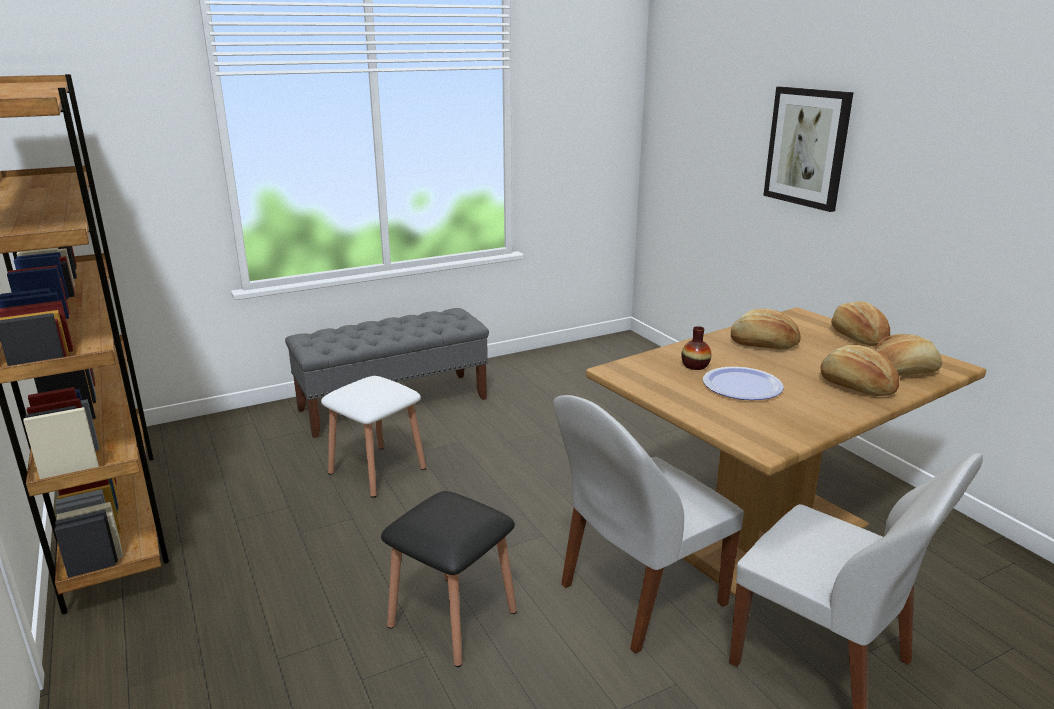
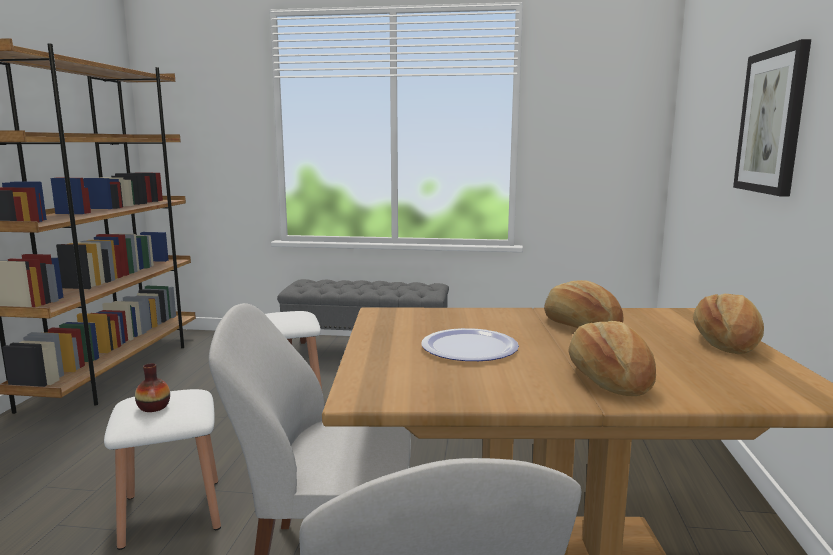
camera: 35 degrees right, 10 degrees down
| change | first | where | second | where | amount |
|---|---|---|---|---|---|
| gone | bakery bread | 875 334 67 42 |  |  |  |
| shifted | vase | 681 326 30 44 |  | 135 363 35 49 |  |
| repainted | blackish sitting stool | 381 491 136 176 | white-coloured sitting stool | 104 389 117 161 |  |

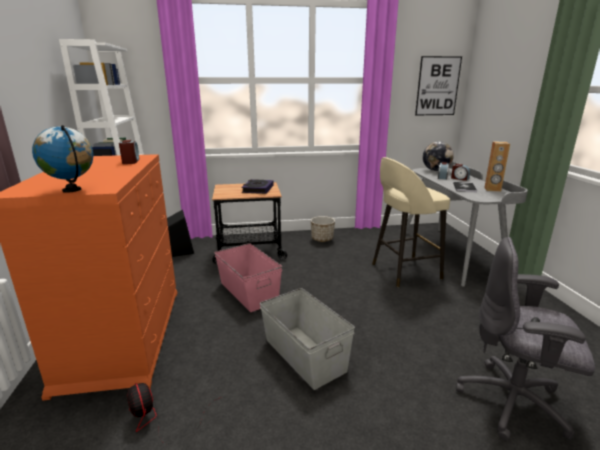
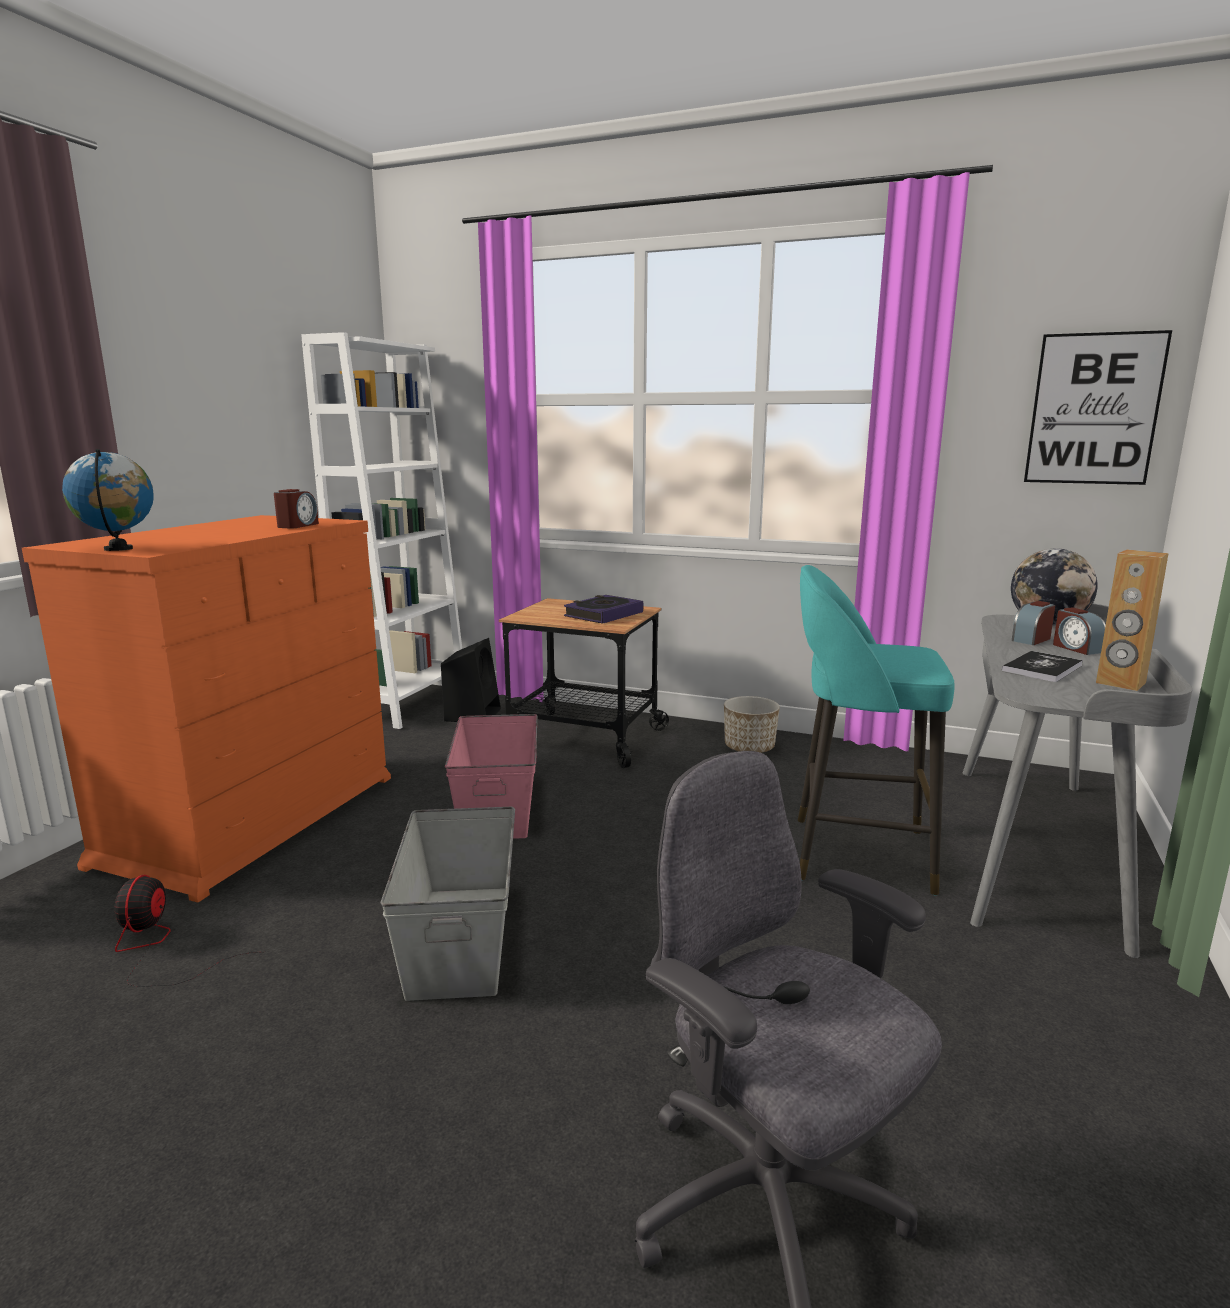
camera: 30 degrees right, 5 degrees down
| change | first | where | second | where | amount |
|---|---|---|---|---|---|
| repainted | sand-coloured sitting stool | 372 157 78 130 | turquoise sitting stool | 798 565 157 330 |  |

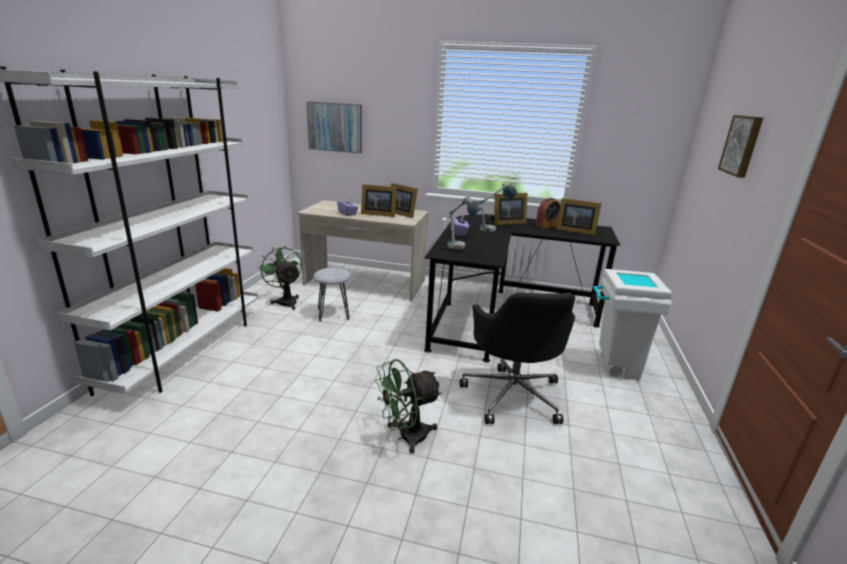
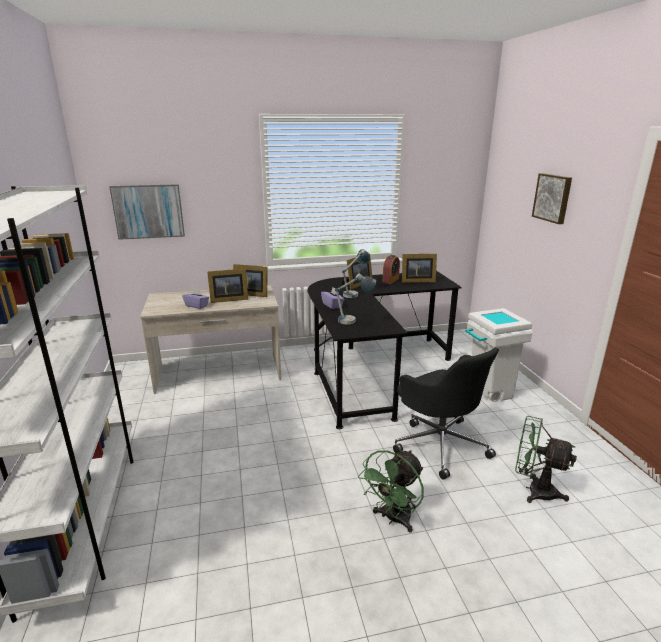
camera: 25 degrees left, 0 degrees up
| change | first | where | second | where | amount |
|---|---|---|---|---|---|
| gone | gray sitting stool | 313 268 38 54 |  |  |  |
| shifted | greenish electric fan | 258 246 44 64 |  | 515 416 62 87 |  |

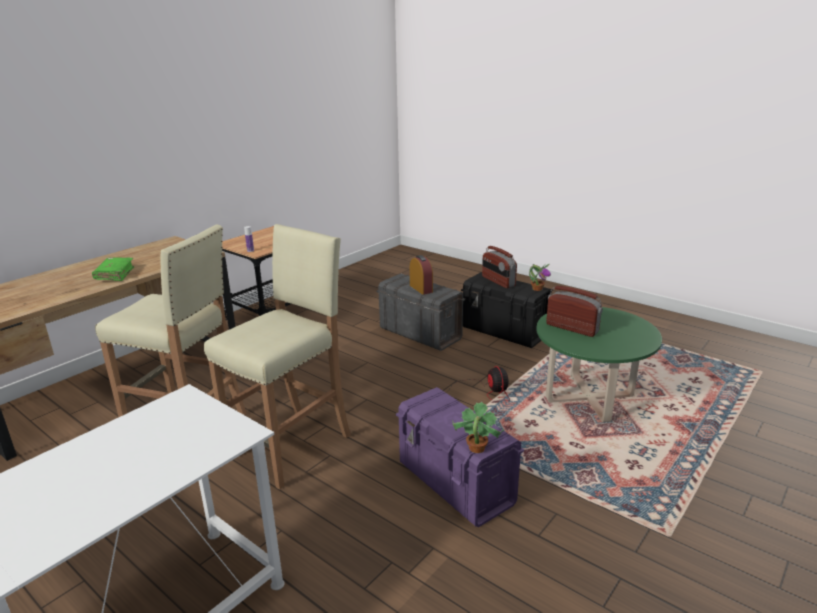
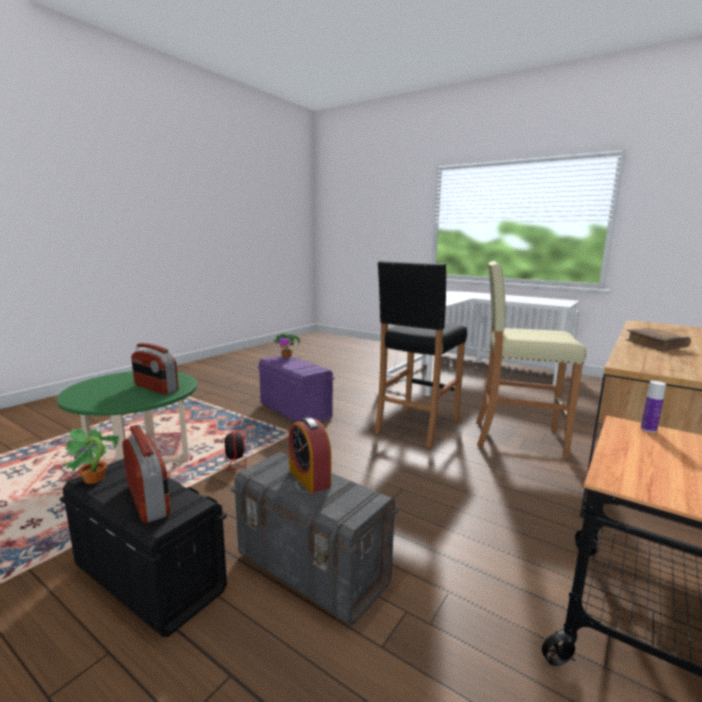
camera: 175 degrees right, 10 degrees down
| change | first | where | second | where | amount |
|---|---|---|---|---|---|
| repainted | greenish book | 92 257 42 24 | brownish book | 626 328 65 23 |  |
| repainted | sand-coloured sitting stool | 204 224 147 266 | blackish sitting stool | 375 261 92 187 |  |

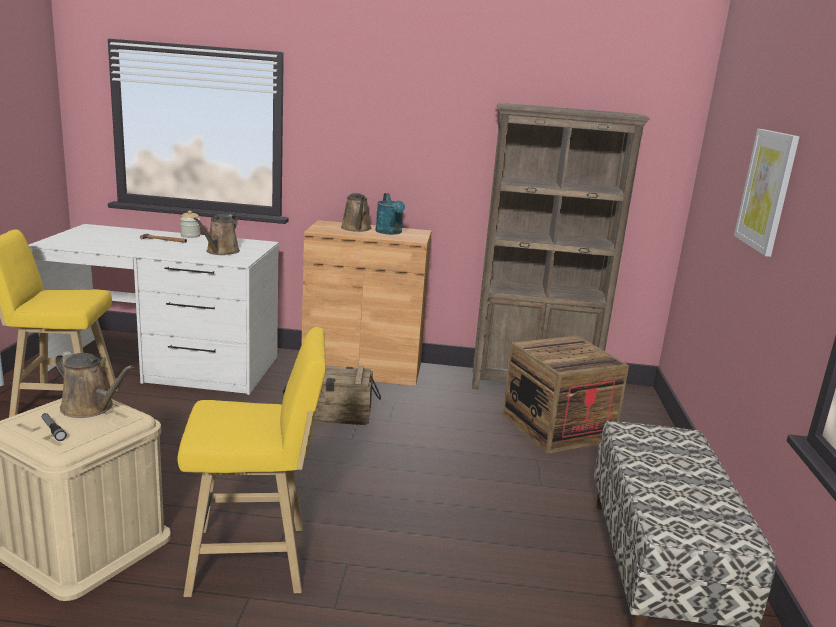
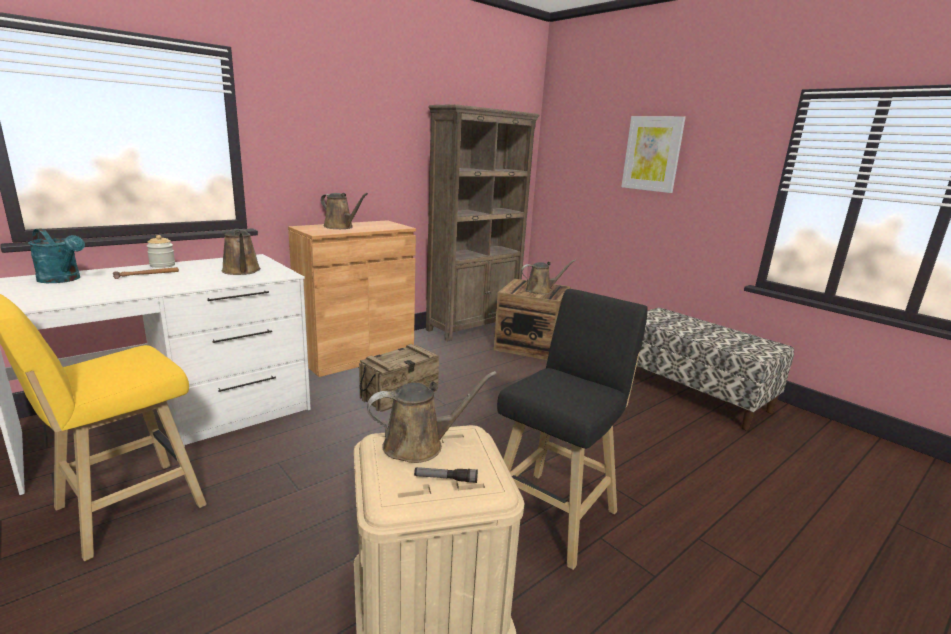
camera: 45 degrees left, 0 degrees up
| change | first | where | second | where | amount |
|---|---|---|---|---|---|
| new |  |  | brownish sprinkling can | 521 260 55 34 |  |
| shifted | turquoise sprinkling can | 375 193 30 42 |  | 28 228 57 55 |  |
| repainted | yellow-coloured sitting stool | 177 327 149 270 | blackish sitting stool | 497 289 151 281 |  |

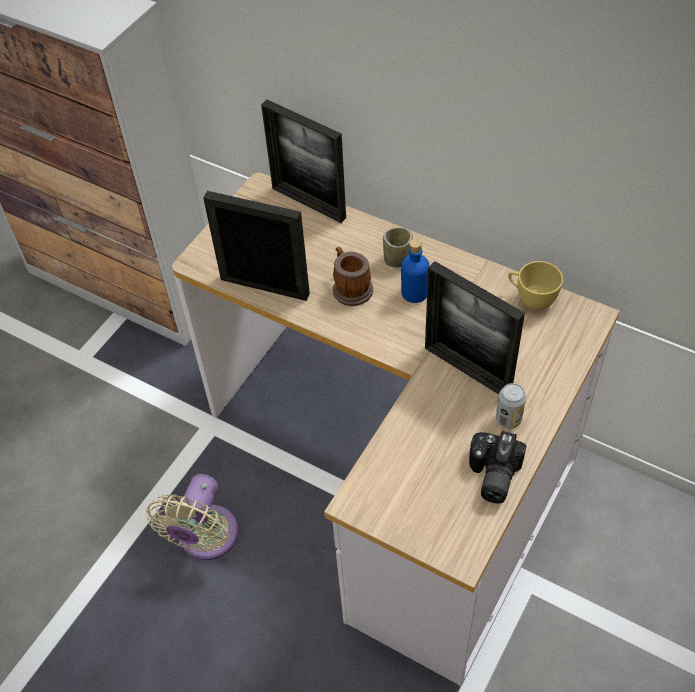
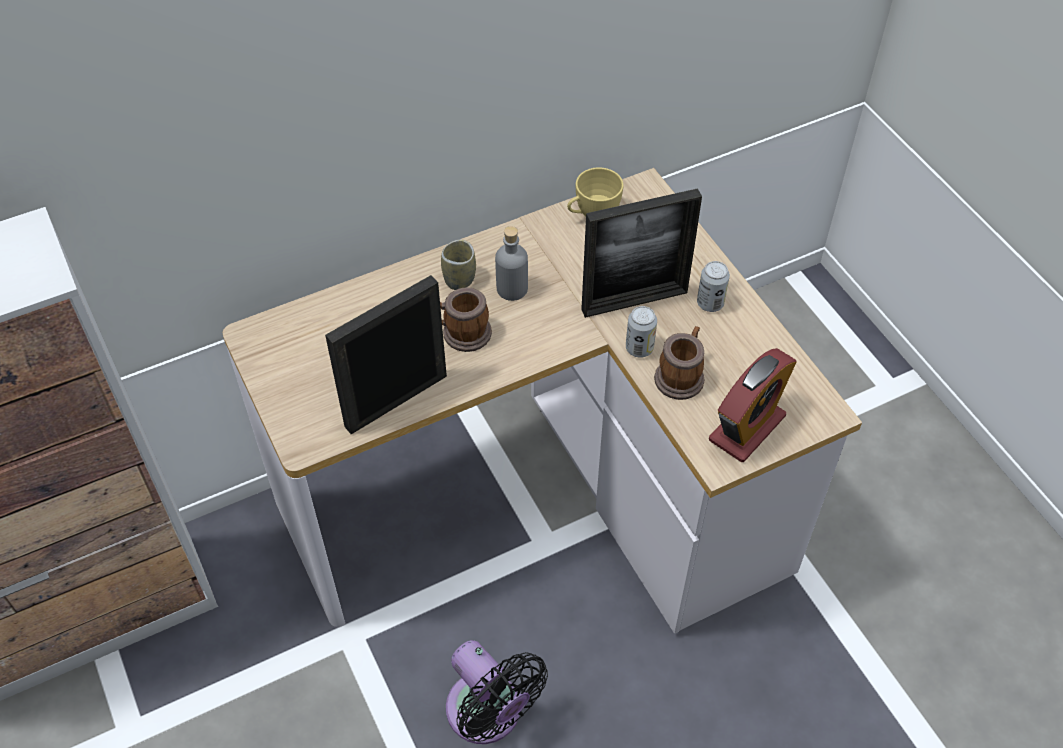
camera: 60 degrees left, 0 degrees up
| change | first | where | second | where | amount |
|---|---|---|---|---|---|
| gone | picture frame | 261 100 85 123 |  |  |  |
| gone | still camera | 469 431 58 72 |  |  |  |
| new |  |  | can | 626 306 31 52 |  |
| new |  |  | mug | 654 326 50 74 |  |
| new |  |  | bedside clock | 709 348 88 114 |  |
| repainted | sand-coloured electric fan | 146 474 93 86 | blackish electric fan | 446 640 102 104 |  |
| repainted | blue drink bottle | 401 239 28 64 | gray drink bottle | 495 226 33 75 |  |

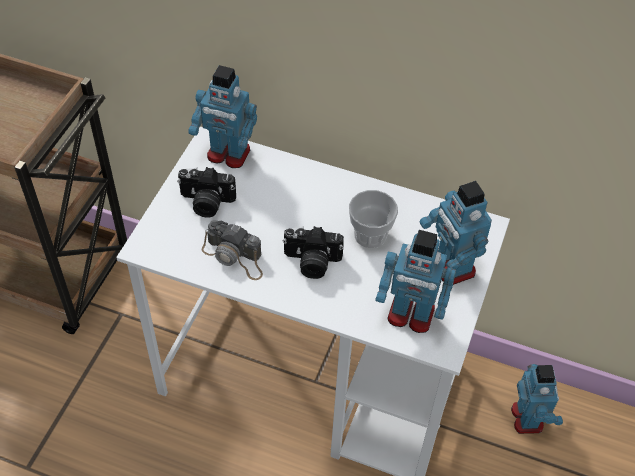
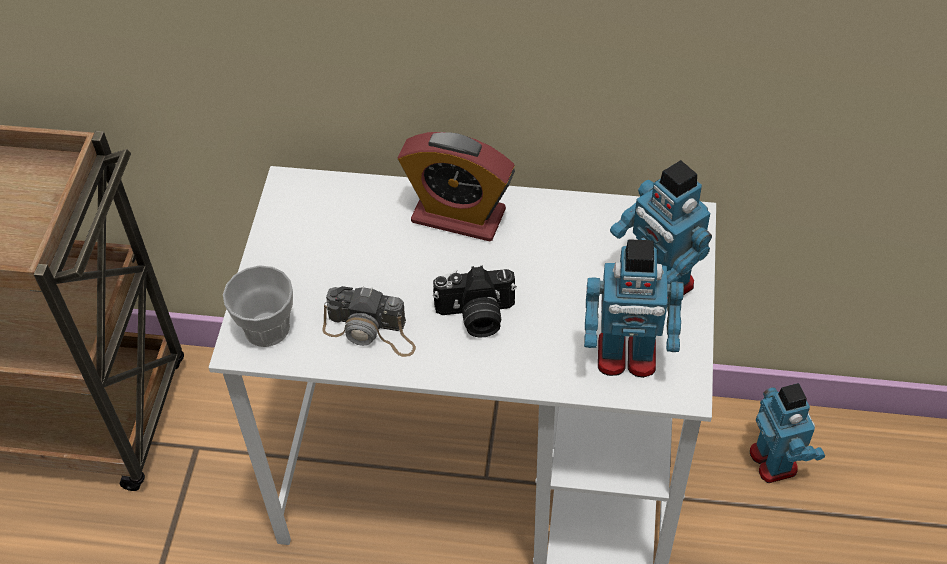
camera: 10 degrees left, 0 degrees up
| change | first | where | second | where | amount |
|---|---|---|---|---|---|
| gone | still camera | 177 167 59 51 |  |  |  |
| gone | model robot | 188 65 69 103 |  |  |  |
| new |  |  | bedside clock | 398 132 117 110 |  |
| shifted | drinking cup | 349 190 49 58 |  | 223 265 70 82 |  |

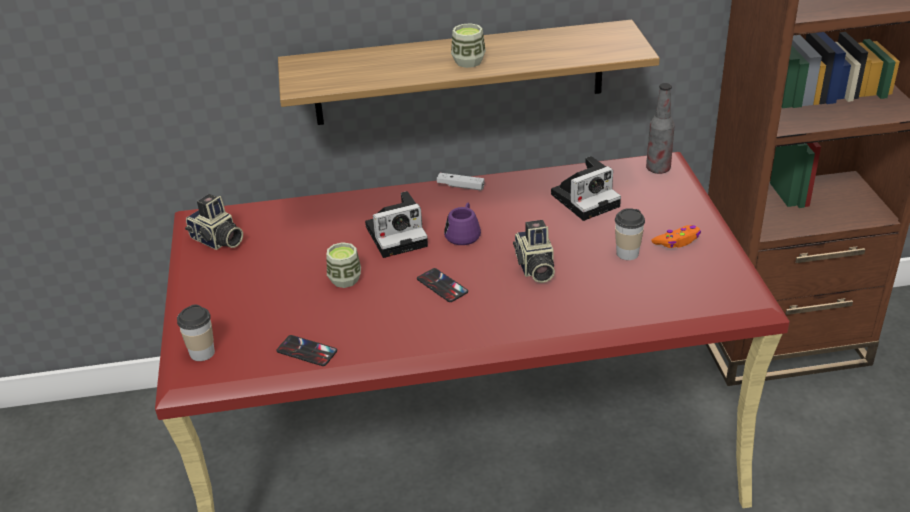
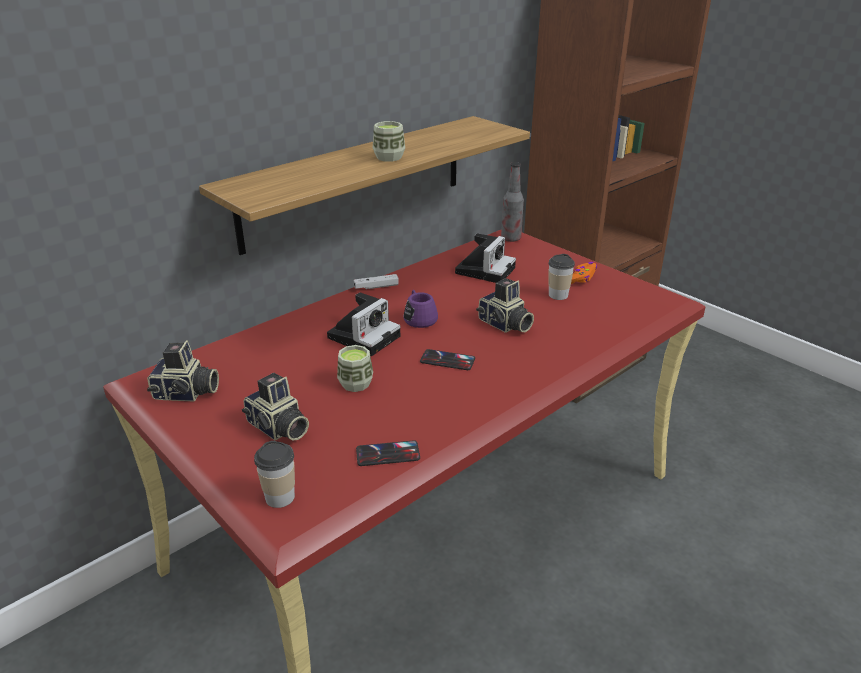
camera: 35 degrees left, 5 degrees down
| change | first | where | second | where | amount |
|---|---|---|---|---|---|
| new |  |  | still camera | 242 373 67 68 |  |

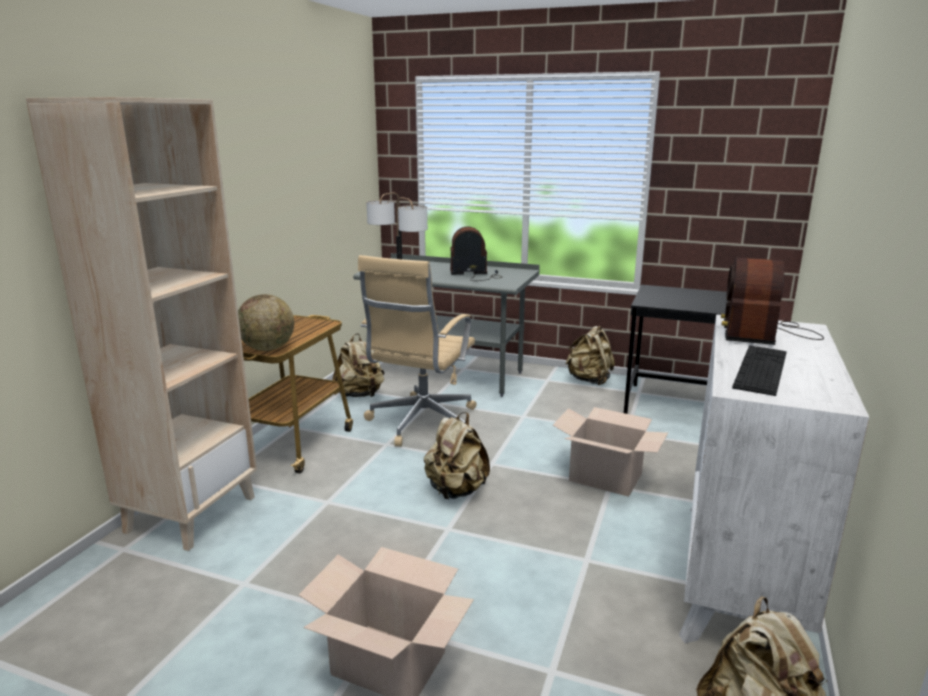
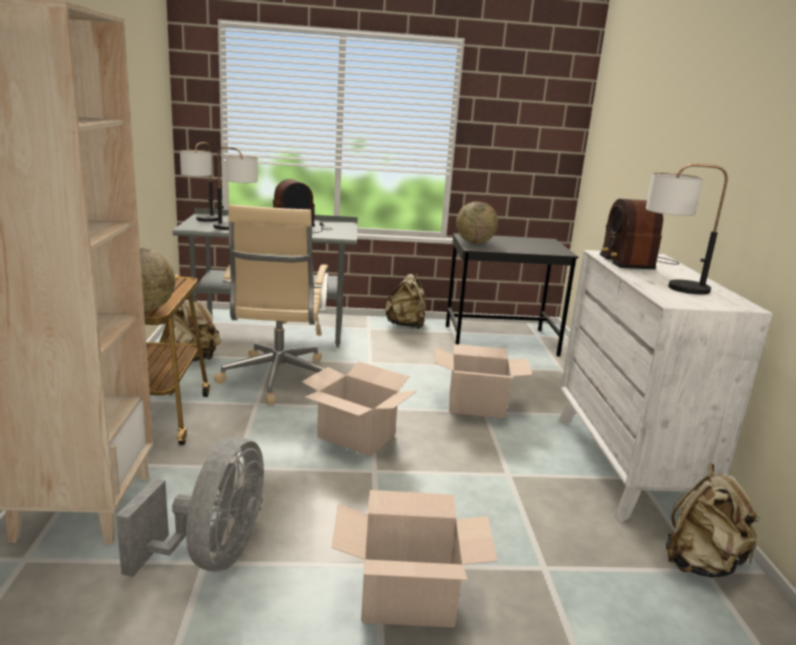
camera: 25 degrees left, 0 degrees up
| change | first | where | second | where | amount |
|---|---|---|---|---|---|
| new |  |  | gray electric fan | 116 437 148 140 |  |
| new |  |  | globe | 456 201 42 43 |  |
| swapped | sand-coloured knapsack | 424 412 66 87 | carton | 301 361 116 96 |  |
| swapped | PC keyboard | 732 345 55 51 | lamp for a table | 646 164 82 131 |  |

